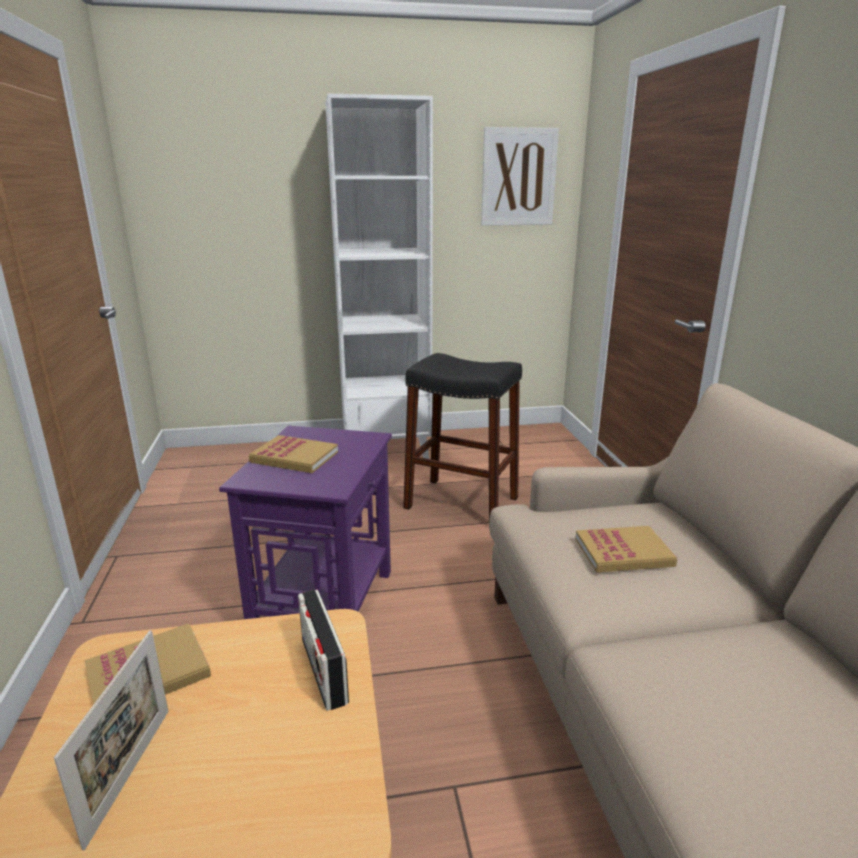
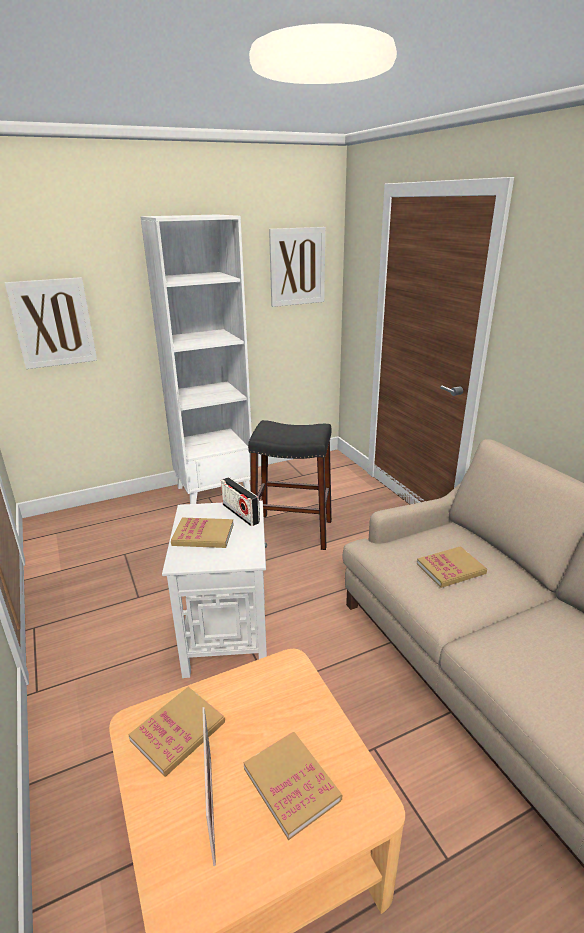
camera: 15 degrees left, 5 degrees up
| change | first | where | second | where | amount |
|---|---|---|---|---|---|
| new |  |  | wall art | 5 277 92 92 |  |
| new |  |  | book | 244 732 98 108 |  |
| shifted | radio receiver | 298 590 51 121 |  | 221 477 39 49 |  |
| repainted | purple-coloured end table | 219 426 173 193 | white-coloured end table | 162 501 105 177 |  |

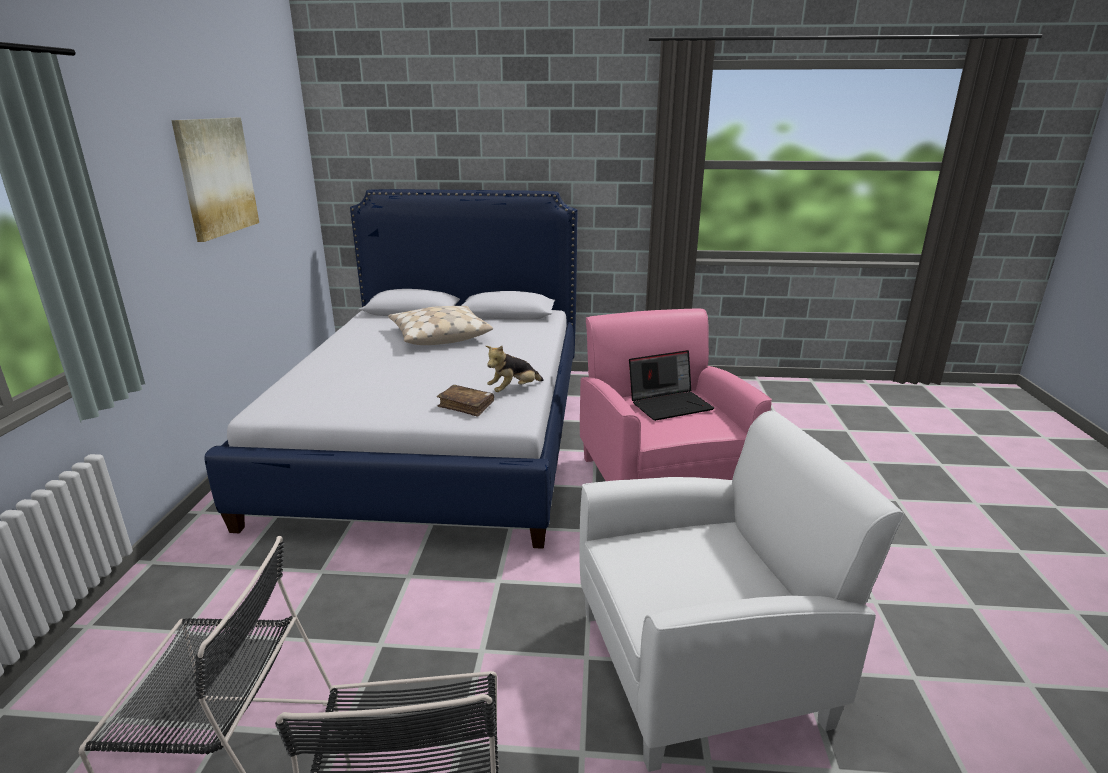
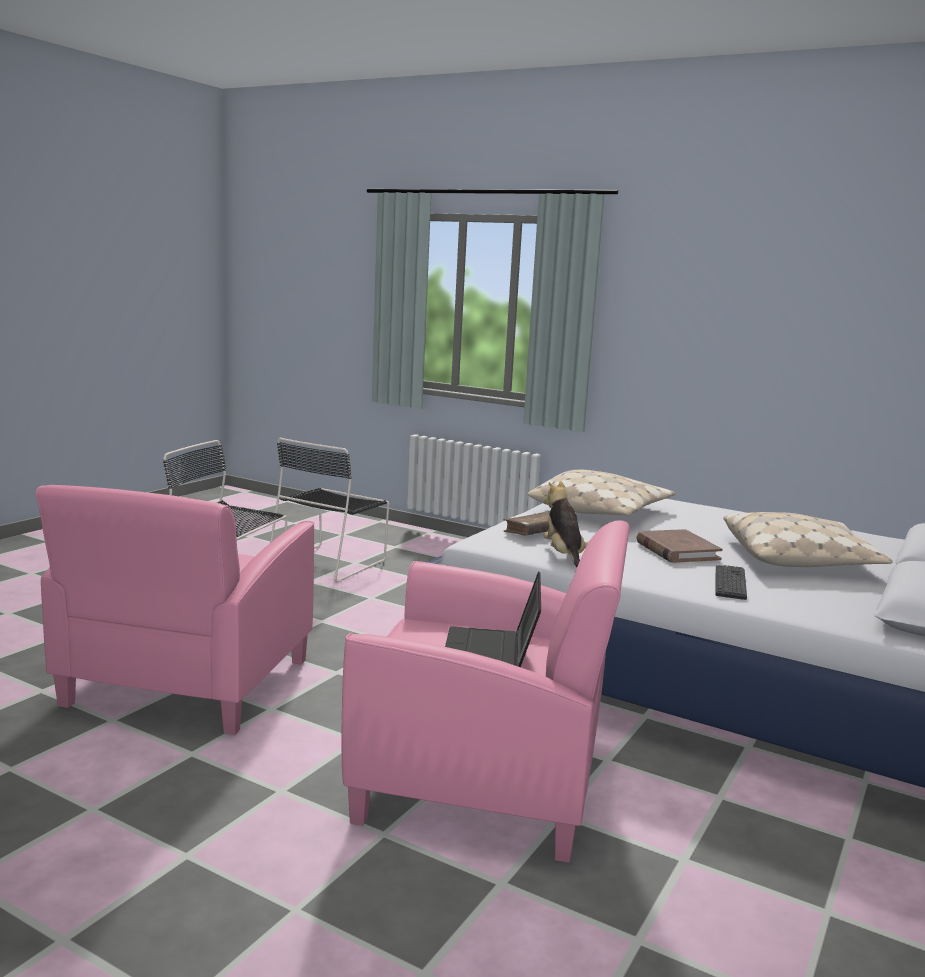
camera: 115 degrees right, 10 degrees down
| change | first | where | second | where | amount |
|---|---|---|---|---|---|
| gone | wall art | 171 118 88 124 |  |  |  |
| new |  |  | sand-coloured throw pillow | 527 470 149 45 |  |
| new |  |  | brownish book | 636 529 87 34 |  |
| new |  |  | PC keyboard | 716 565 31 35 |  |
| repainted | white-coloured armchair | 579 411 325 361 | pink-coloured armchair | 36 485 278 250 |  |

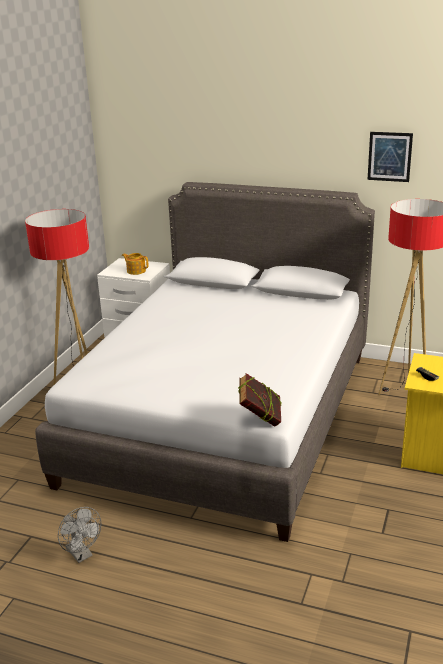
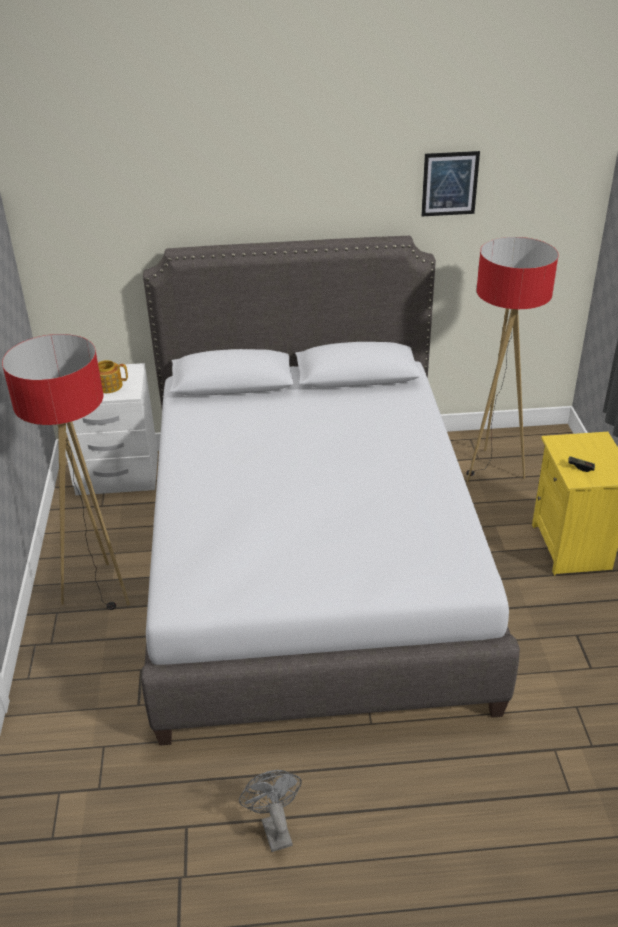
camera: 25 degrees left, 10 degrees up
| change | first | where | second | where | amount |
|---|---|---|---|---|---|
| gone | book | 238 373 43 54 |  |  |  |
| rotated | gray electric fan | 58 507 43 56 |  | 239 770 63 82 | 135 degrees counterclockwise |

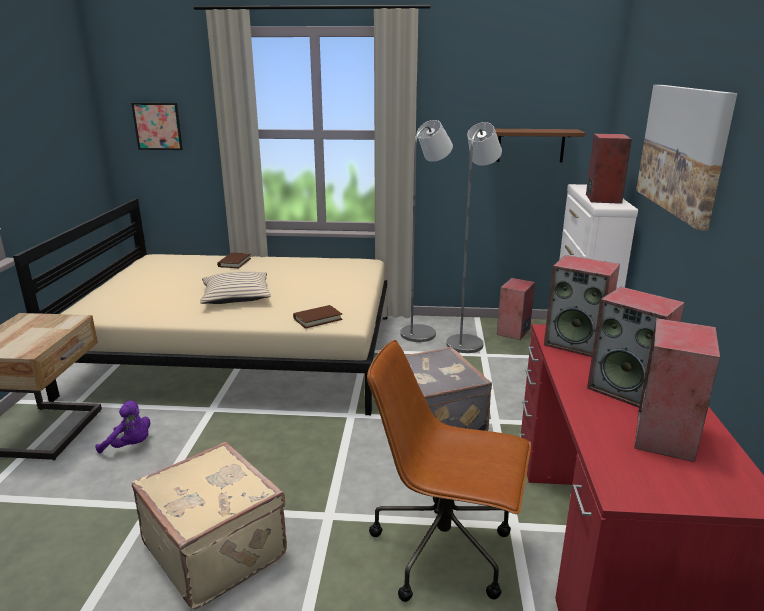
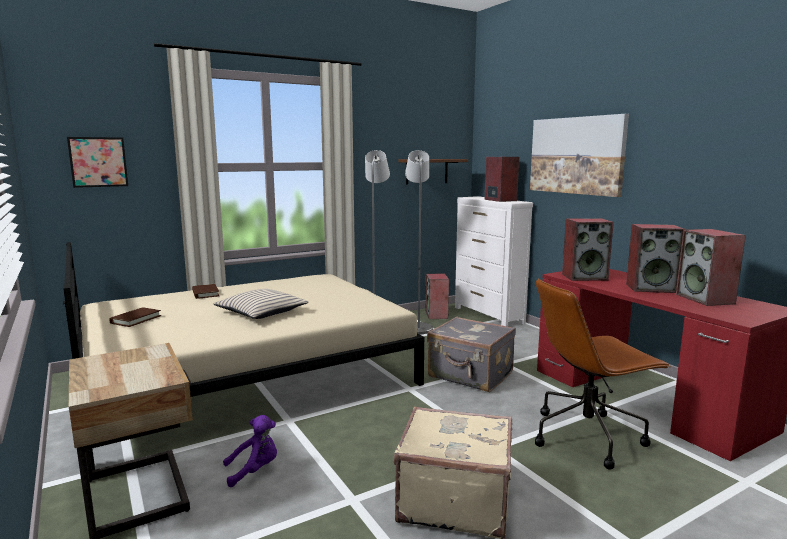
camera: 35 degrees left, 10 degrees down
| change | first | where | second | where | amount |
|---|---|---|---|---|---|
| shifted | brownish book | 293 305 50 24 |  | 109 307 52 20 |  |

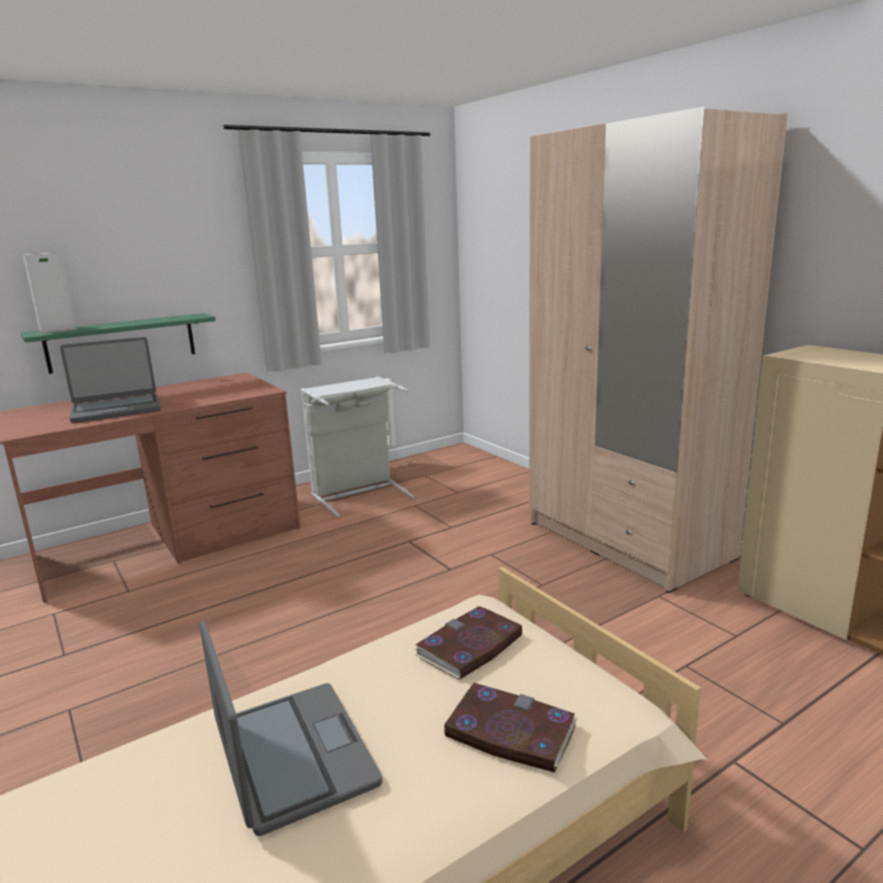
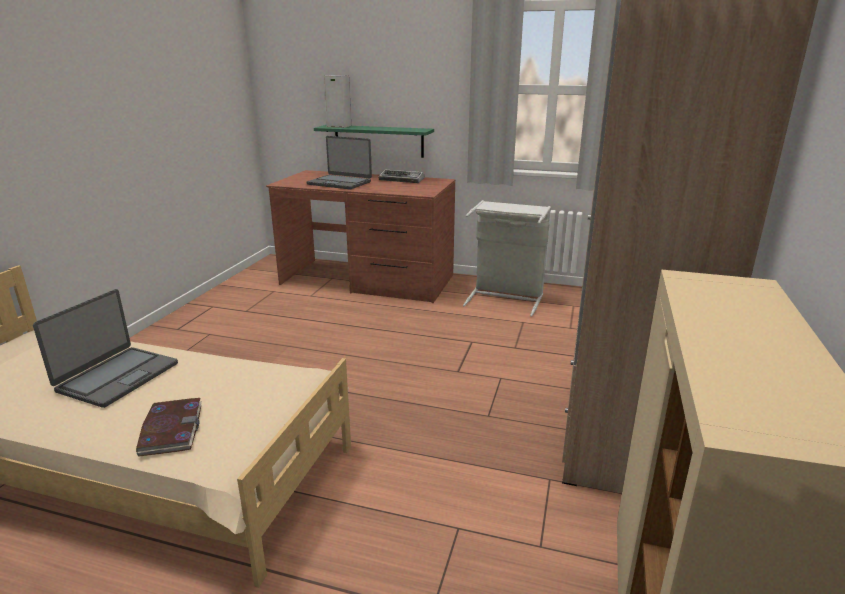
camera: 50 degrees right, 5 degrees up
| change | first | where | second | where | amount |
|---|---|---|---|---|---|
| gone | book | 415 606 108 74 |  |  |  |
| new |  |  | PC keyboard | 379 170 46 13 |  |

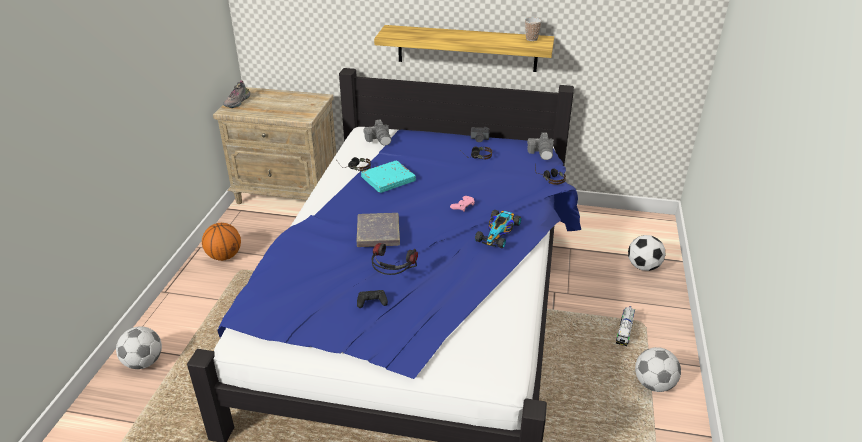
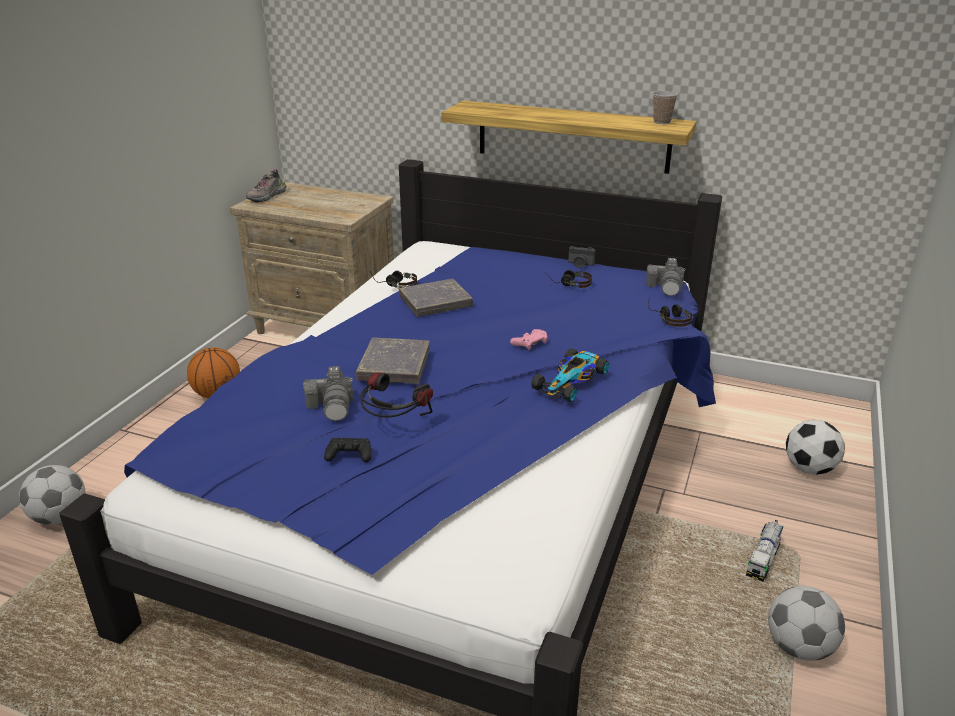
camera: 10 degrees right, 5 degrees down
| change | first | where | second | where | amount |
|---|---|---|---|---|---|
| shifted | still camera | 363 119 29 27 |  | 303 366 50 55 |  |
| repainted | turquoise book | 361 160 55 33 | gray book | 399 279 74 38 |  |

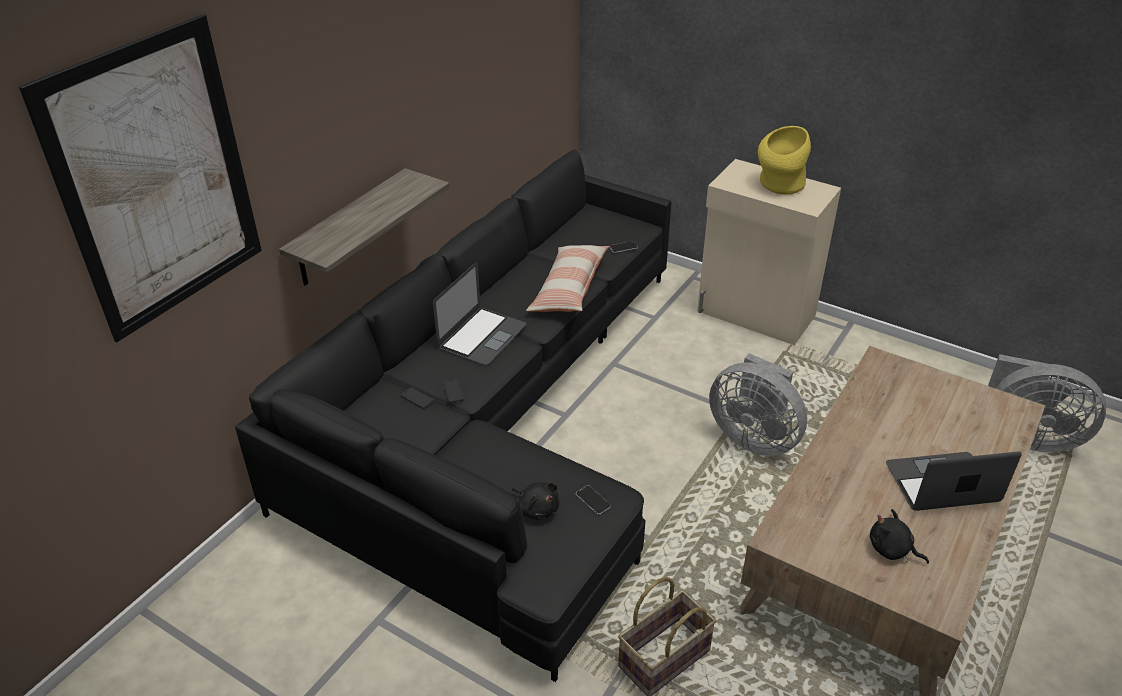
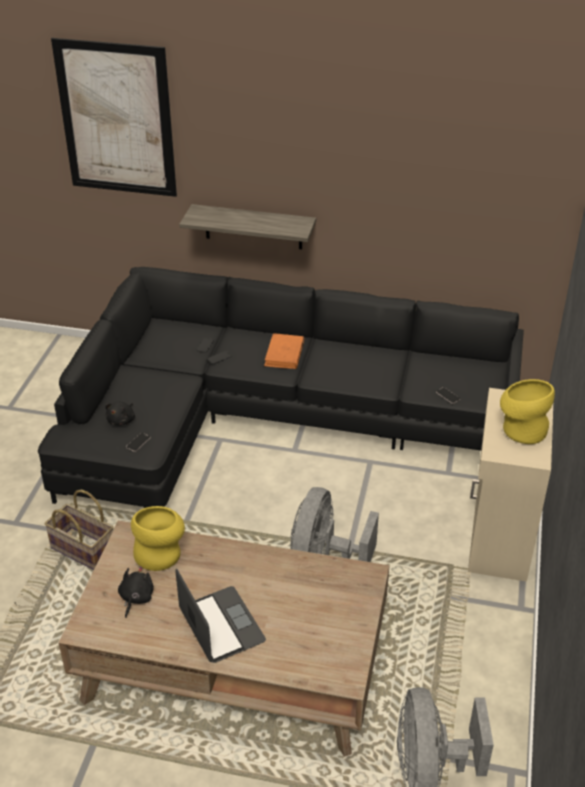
camera: 70 degrees right, 0 degrees up
| change | first | where | second | where | amount |
|---|---|---|---|---|---|
| gone | throw pillow | 526 245 83 67 |  |  |  |
| new |  |  | yellow-coloured vase | 131 506 54 65 |  |
| swapped | laptop | 433 263 93 102 | orange-coloured book | 264 333 41 36 |  |

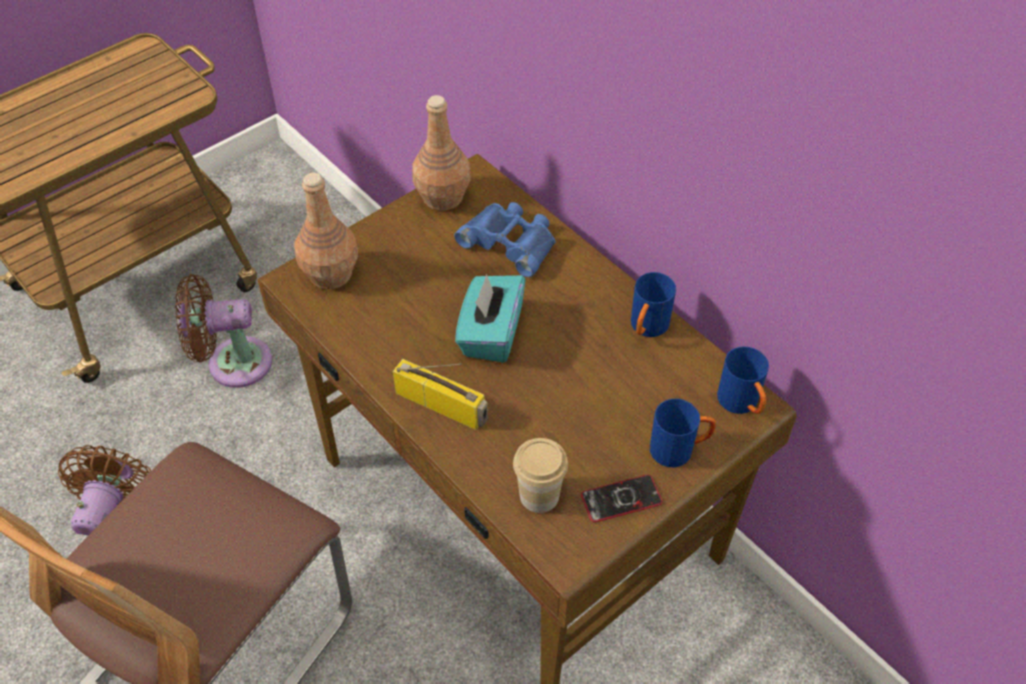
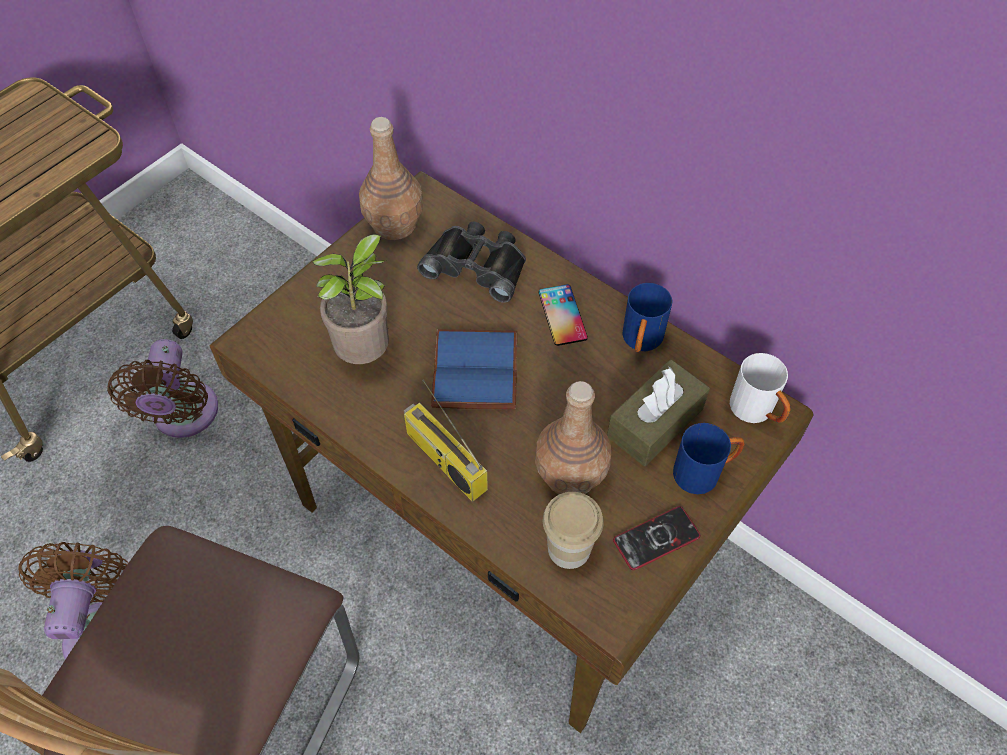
camera: 10 degrees left, 5 degrees up
| change | first | where | second | where | amount |
|---|---|---|---|---|---|
| new |  |  | houseplant | 313 234 76 130 |  |
| new |  |  | phone | 538 284 50 62 |  |
| new |  |  | brownish tissue box | 607 360 103 106 |  |
| shifted | brownish drink bottle | 294 173 64 116 |  | 535 381 76 114 |  |
| swapped | turquoise tissue box | 455 274 71 88 | blue book | 431 329 86 80 |  |
| repainted | blue field glasses | 454 202 101 75 | blackish field glasses | 417 222 109 81 |  |
| repainted | blue mug | 717 347 52 67 | white-coloured mug | 730 353 61 70 |  |
| rotated | brownish electric fan | 175 274 97 114 |  | 107 339 111 99 | 75 degrees counterclockwise |
| rotated | radio receiver | 393 359 95 71 |  | 404 379 84 123 | 150 degrees counterclockwise |

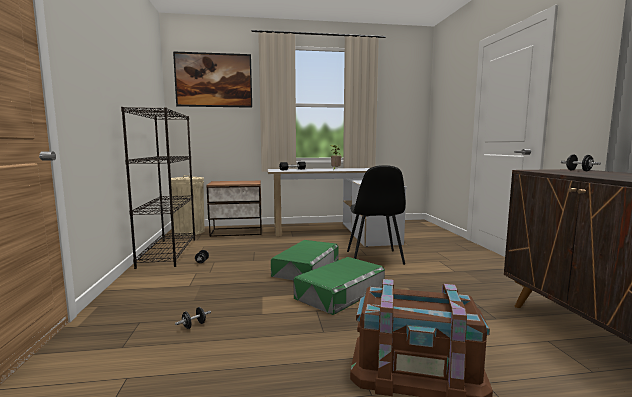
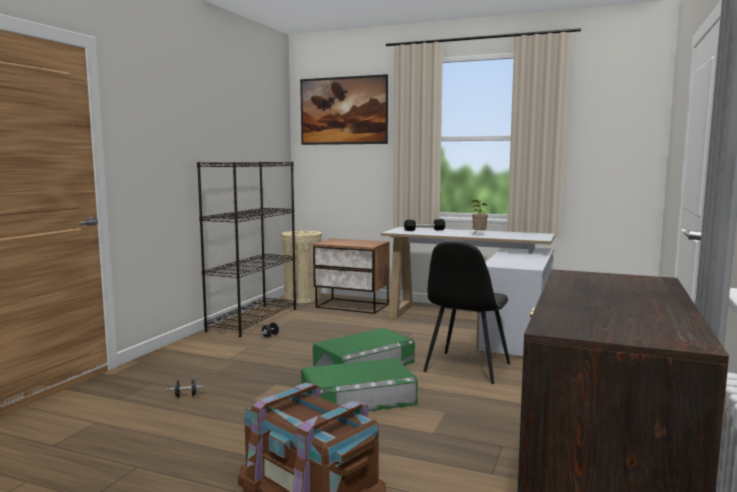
camera: 30 degrees right, 0 degrees up
| change | first | where | second | where | amount |
|---|---|---|---|---|---|
| gone | blackish dumbbell | 561 154 40 17 |  |  |  |

